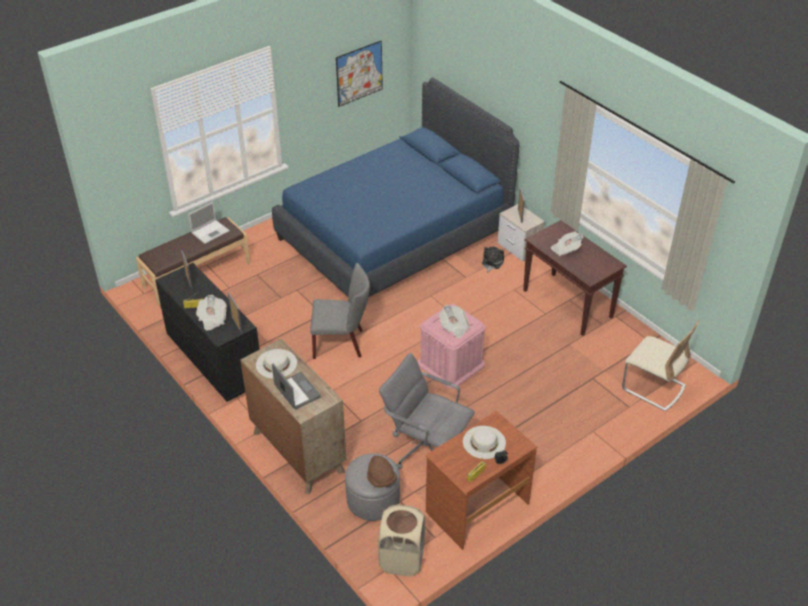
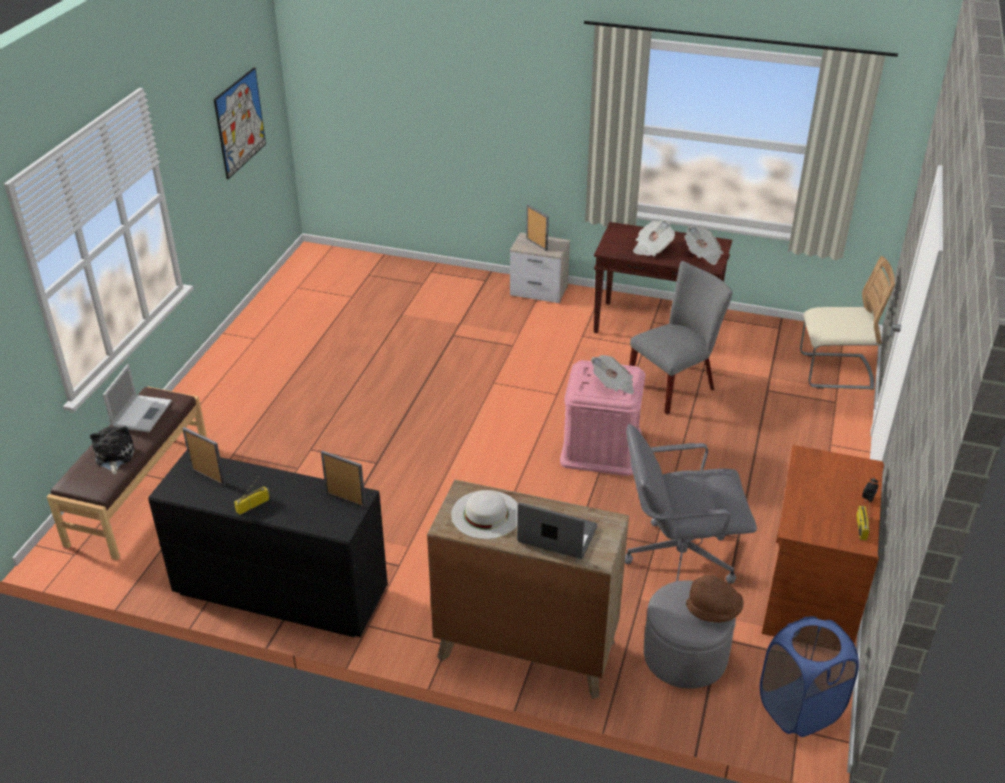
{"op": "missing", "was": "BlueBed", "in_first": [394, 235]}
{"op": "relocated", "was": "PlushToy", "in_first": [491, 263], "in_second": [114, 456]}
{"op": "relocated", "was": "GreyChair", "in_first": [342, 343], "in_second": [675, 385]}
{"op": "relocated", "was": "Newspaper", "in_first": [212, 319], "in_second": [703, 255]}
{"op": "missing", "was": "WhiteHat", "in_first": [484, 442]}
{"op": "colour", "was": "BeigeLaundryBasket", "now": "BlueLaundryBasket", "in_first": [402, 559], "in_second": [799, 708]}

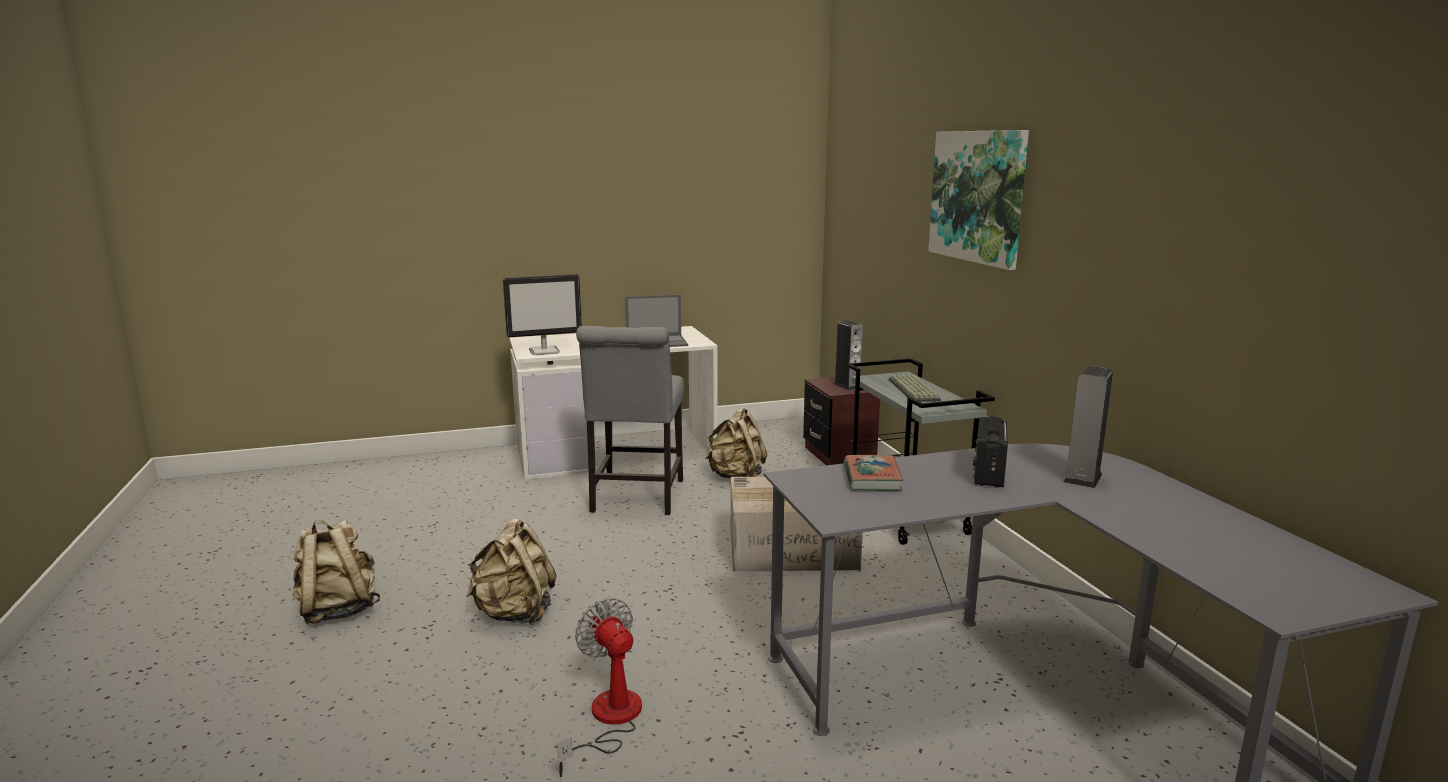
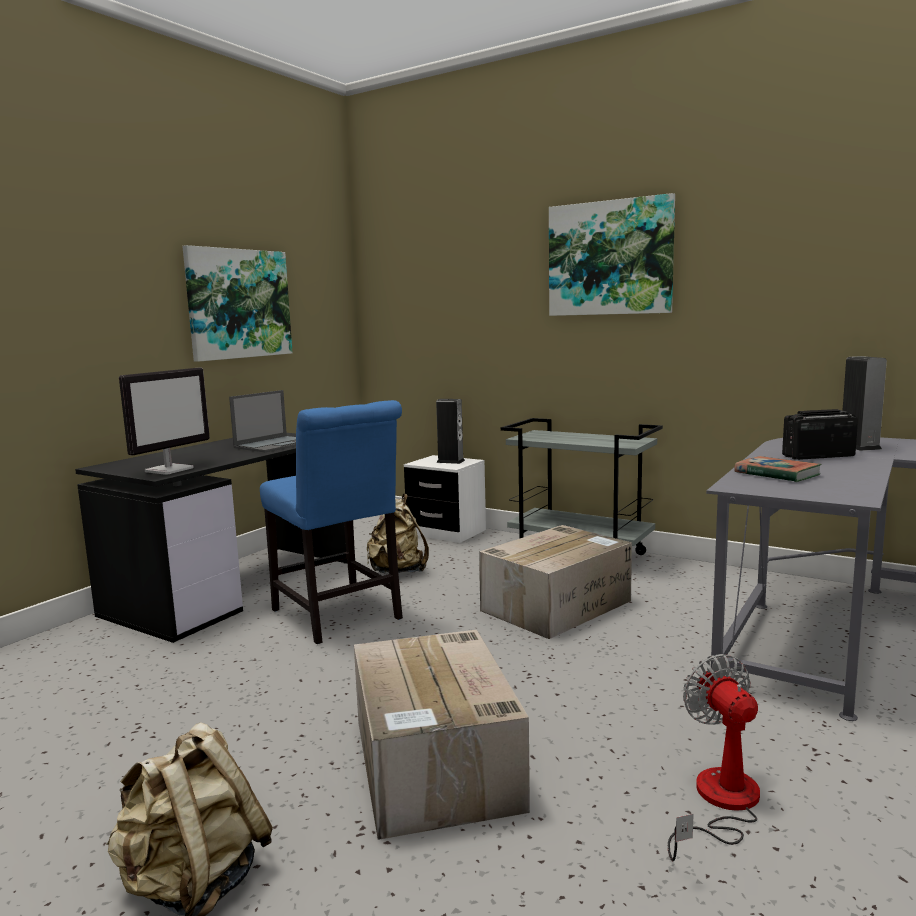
{"op": "colour", "was": "WhiteDesk", "now": "BlackDesk", "in_first": [616, 452], "in_second": [233, 586]}
{"op": "colour", "was": "GreyChair", "now": "BlueChair", "in_first": [636, 498], "in_second": [339, 617]}
{"op": "missing", "was": "Keyboard", "in_first": [915, 390]}
{"op": "colour", "was": "BrownNightstand", "now": "WhiteNightstand", "in_first": [839, 455], "in_second": [446, 532]}
{"op": "spun", "was": "Radio", "in_first": [988, 474], "in_second": [817, 456], "clockwise": 105}
{"op": "exchanged", "was": "BeigeBackpack", "now": "CardboardBox", "in_first": [515, 614], "in_second": [436, 765]}
{"op": "spun", "was": "Fan", "in_first": [608, 720], "in_second": [719, 803], "clockwise": 60}
{"op": "appeared", "now": "Picture", "in_second": [239, 304]}

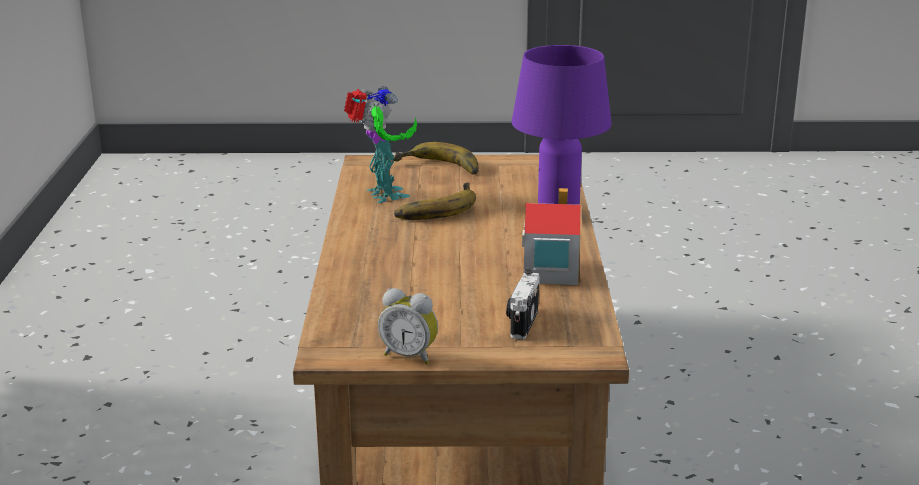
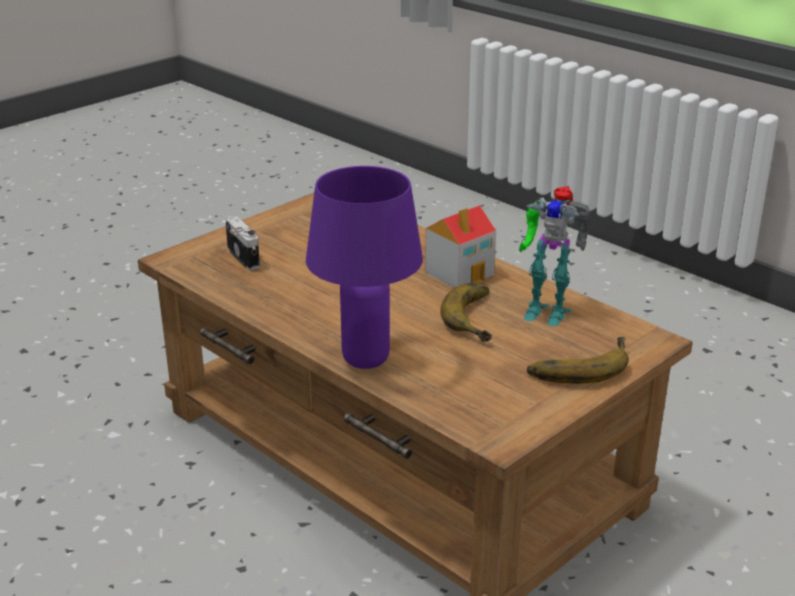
{"op": "relocated", "was": "ToyHouse", "in_first": [550, 272], "in_second": [460, 273]}
{"op": "missing", "was": "AlarmClock", "in_first": [410, 356]}

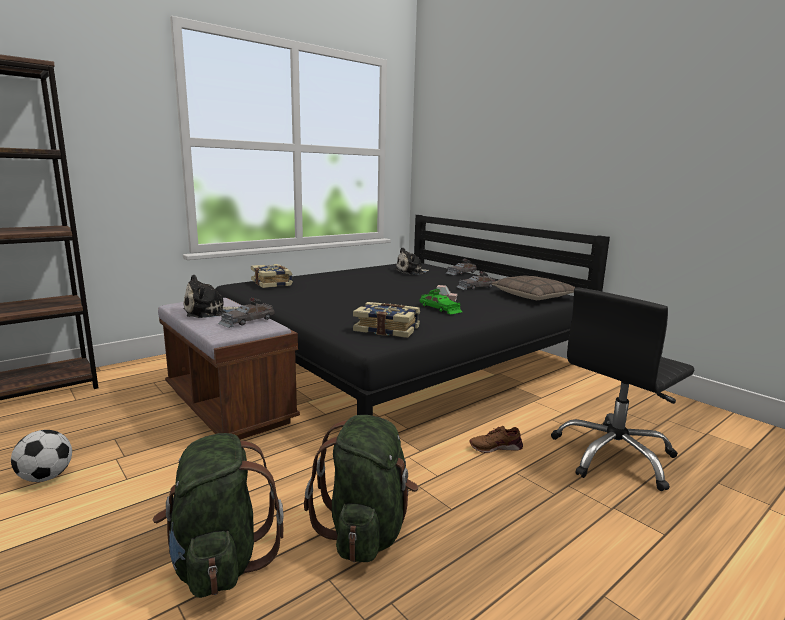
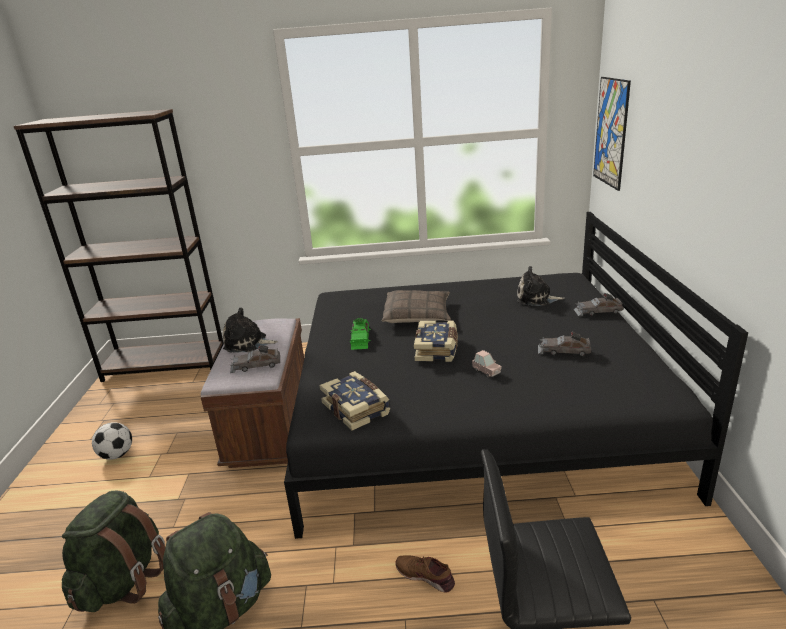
{"op": "relocated", "was": "Book", "in_first": [272, 283], "in_second": [437, 349]}
{"op": "relocated", "was": "Pillow", "in_first": [535, 296], "in_second": [417, 315]}
{"op": "relocated", "was": "GreenToyCar", "in_first": [440, 309], "in_second": [360, 338]}
{"op": "appeared", "now": "Picture", "in_second": [611, 132]}

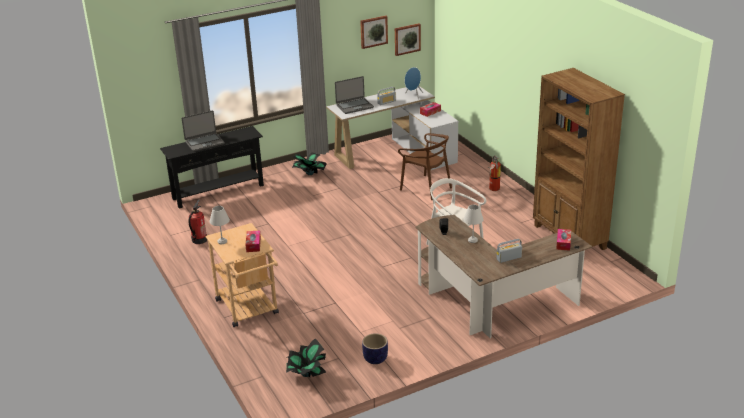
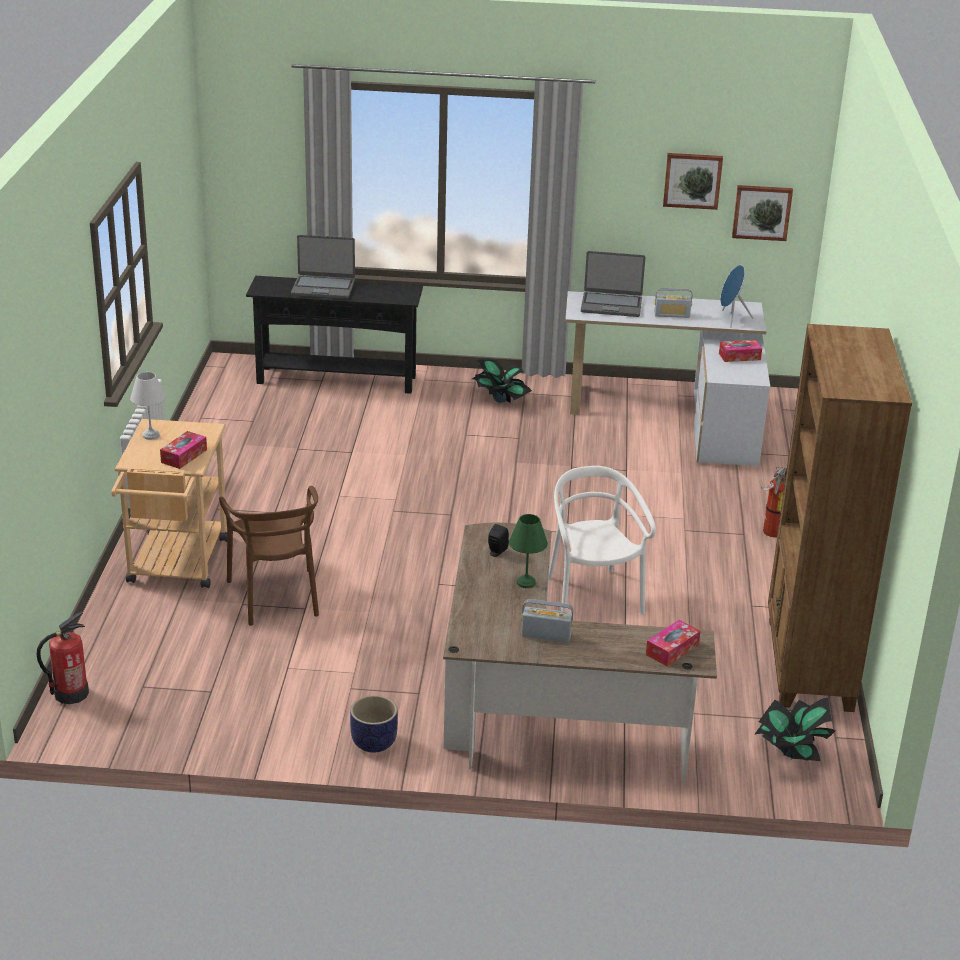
{"op": "relocated", "was": "BrownChair", "in_first": [426, 188], "in_second": [276, 596]}
{"op": "relocated", "was": "FireExtinguisher", "in_first": [199, 240], "in_second": [70, 694]}
{"op": "colour", "was": "WhiteTableLamp", "now": "GreenTableLamp", "in_first": [473, 240], "in_second": [526, 582]}
{"op": "relocated", "was": "Planter", "in_first": [375, 359], "in_second": [374, 743]}
{"op": "relocated", "was": "PottedPlant", "in_first": [306, 374], "in_second": [790, 753]}

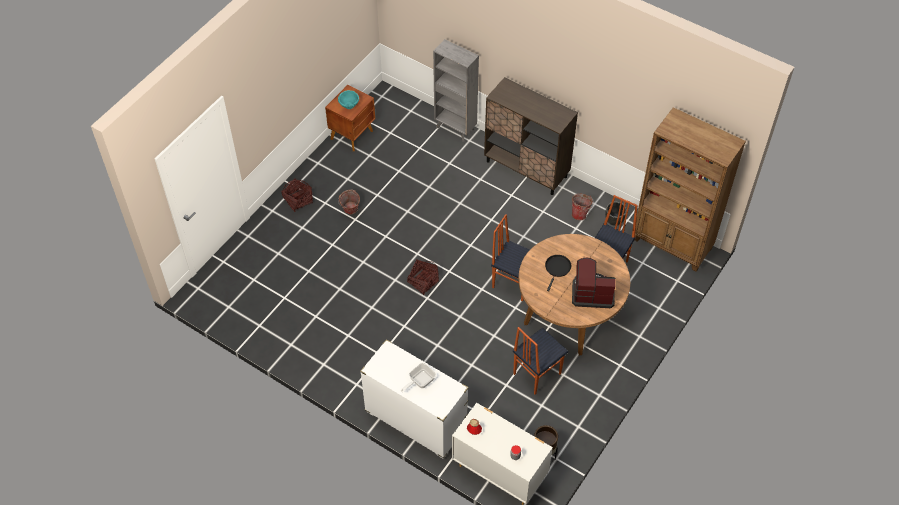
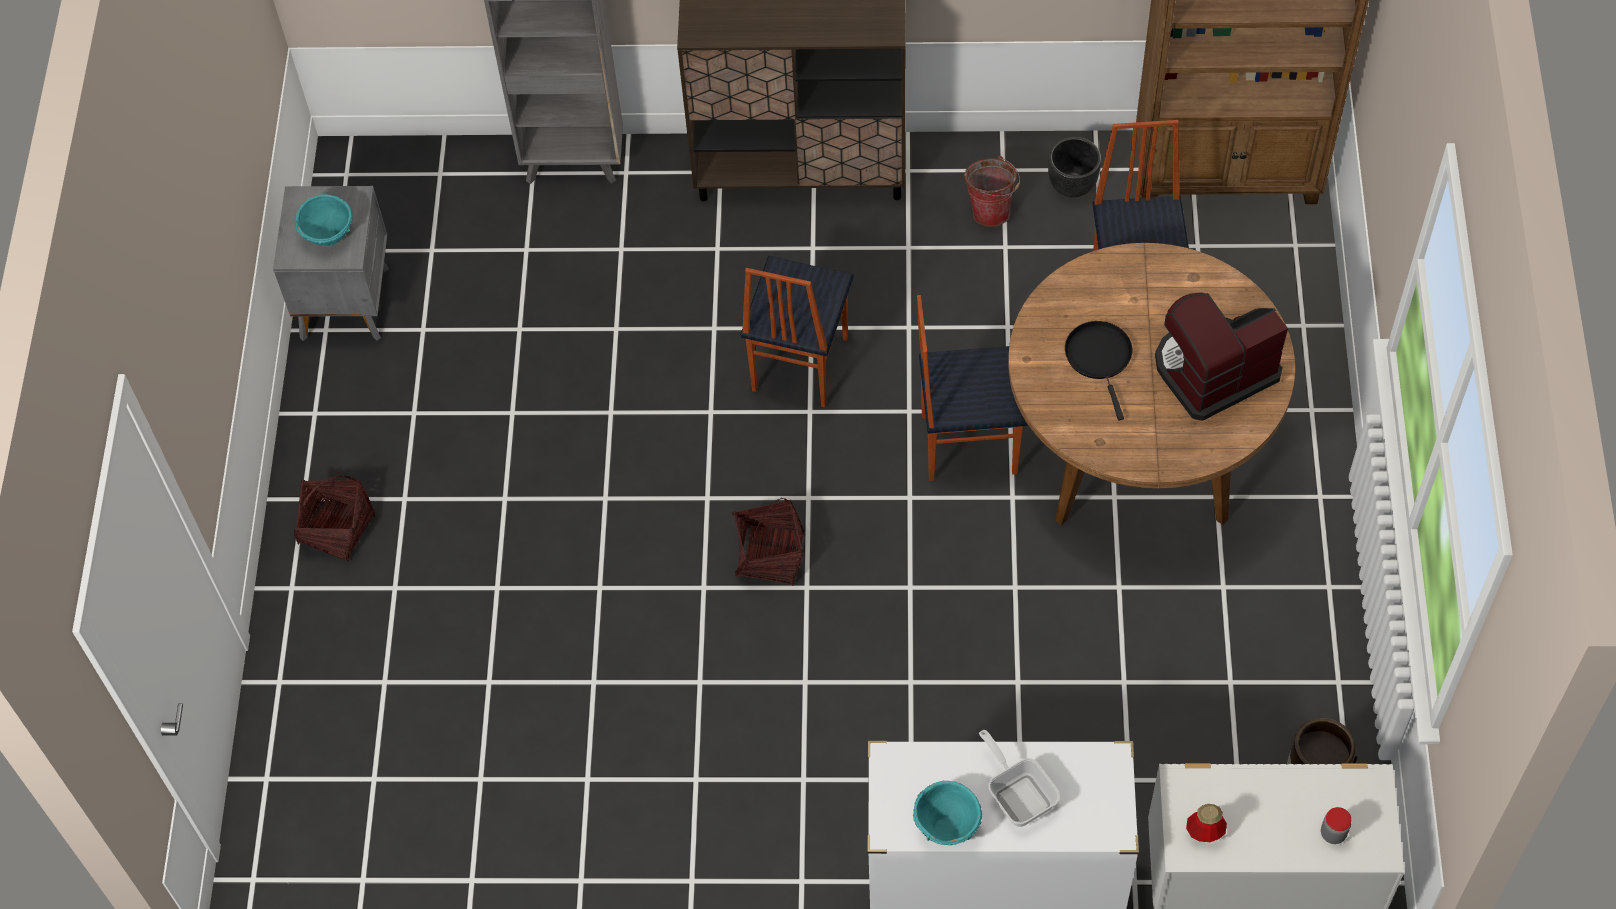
{"op": "colour", "was": "BrownNightstand", "now": "GreyNightstand", "in_first": [352, 135], "in_second": [347, 302]}
{"op": "missing", "was": "Bucket", "in_first": [350, 212]}
{"op": "relocated", "was": "Chair", "in_first": [536, 373], "in_second": [798, 364]}
{"op": "spun", "was": "FryingPan", "in_first": [419, 381], "in_second": [1018, 793], "clockwise": 135}
{"op": "appeared", "now": "TurquoiseBowl", "in_second": [946, 825]}

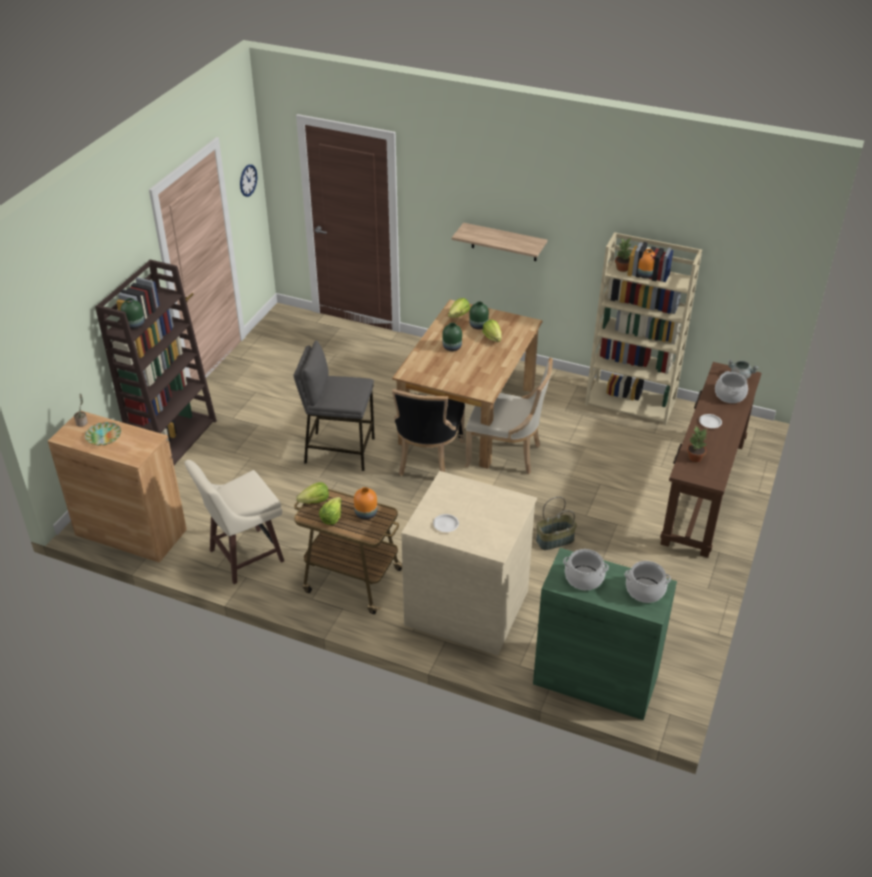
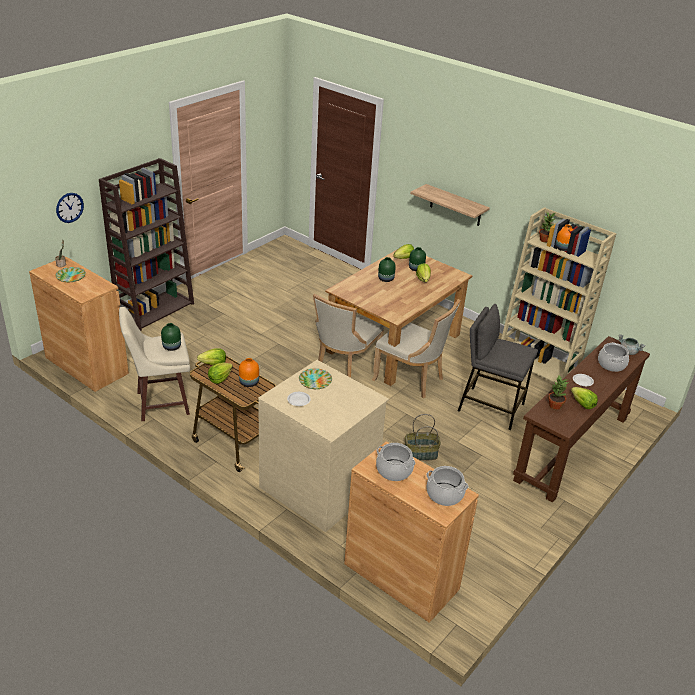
{"op": "relocated", "was": "WallClock", "in_first": [248, 180], "in_second": [69, 207]}
{"op": "relocated", "was": "GreenVase", "in_first": [134, 325], "in_second": [171, 347]}
{"op": "relocated", "was": "GreyStool", "in_first": [339, 450], "in_second": [490, 407]}
{"op": "colour", "was": "BlackChair", "now": "BeigeChair", "in_first": [428, 460], "in_second": [344, 368]}
{"op": "colour", "was": "GreenCabinet", "now": "BrownCabinet", "in_first": [595, 680], "in_second": [401, 576]}
{"op": "appeared", "now": "Plate", "in_second": [315, 381]}
{"op": "appeared", "now": "Lettuce", "in_second": [582, 404]}

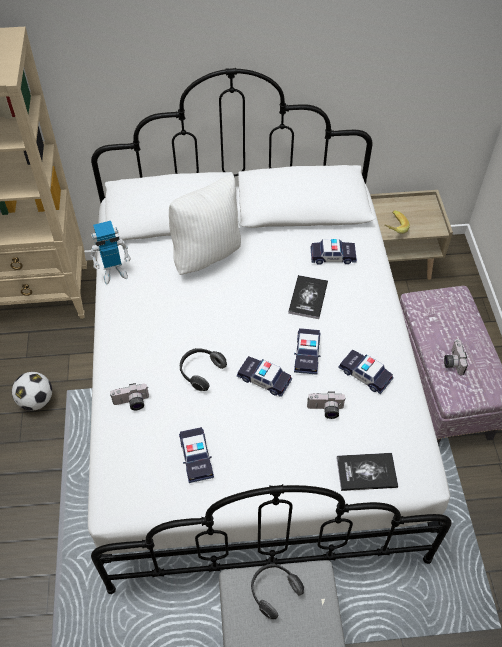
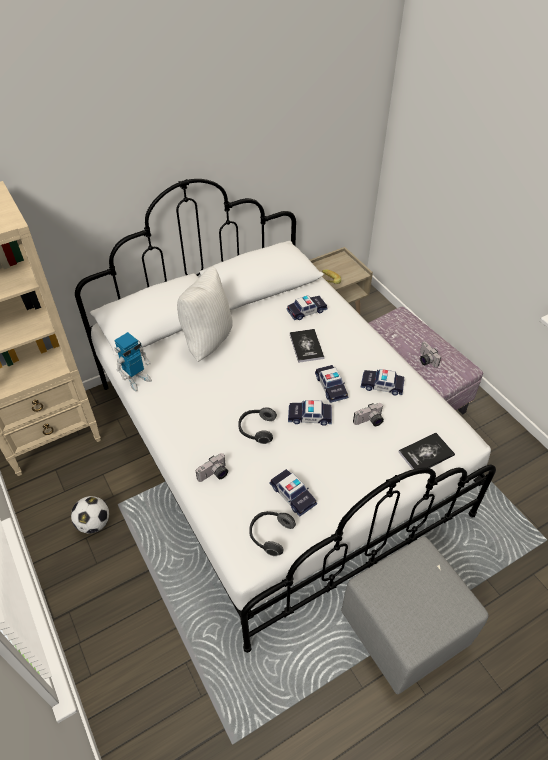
{"op": "relocated", "was": "Headphones", "in_first": [273, 591], "in_second": [270, 535]}

